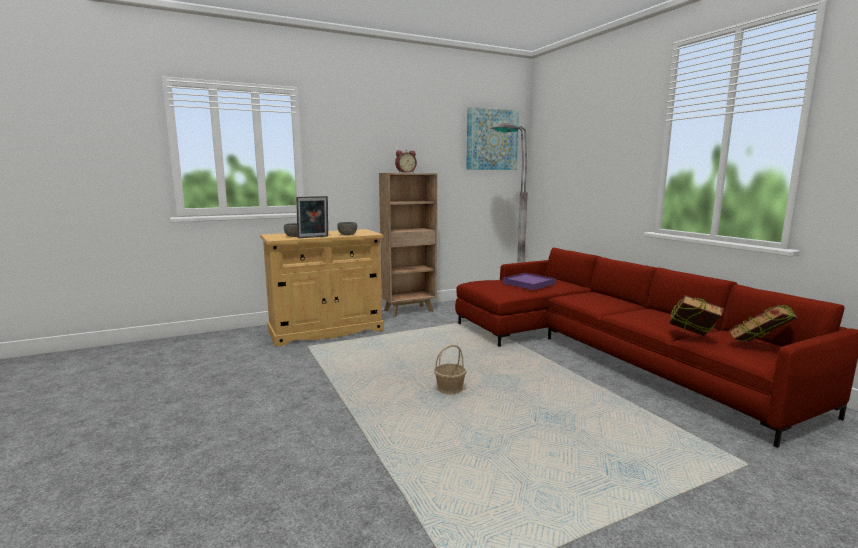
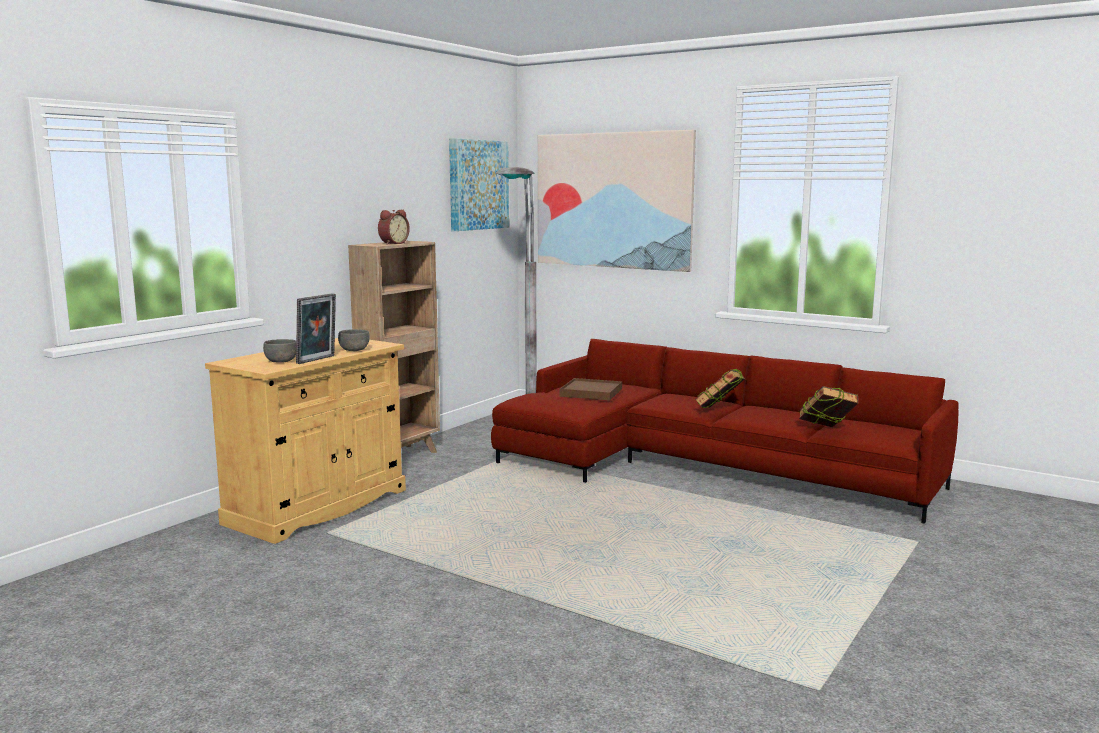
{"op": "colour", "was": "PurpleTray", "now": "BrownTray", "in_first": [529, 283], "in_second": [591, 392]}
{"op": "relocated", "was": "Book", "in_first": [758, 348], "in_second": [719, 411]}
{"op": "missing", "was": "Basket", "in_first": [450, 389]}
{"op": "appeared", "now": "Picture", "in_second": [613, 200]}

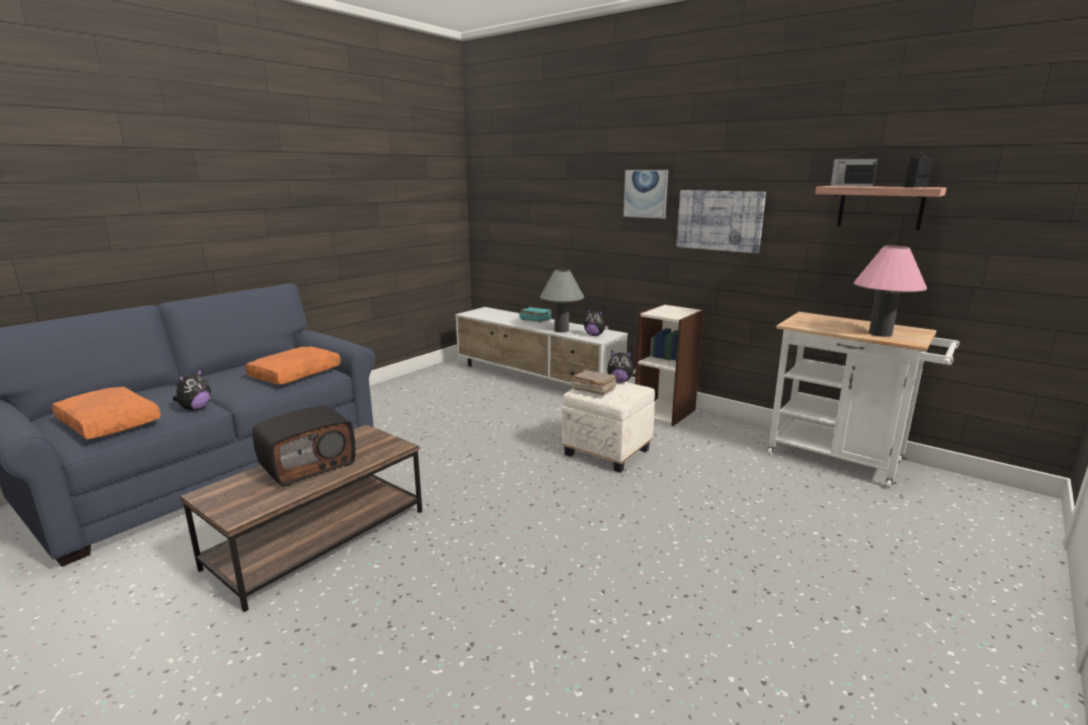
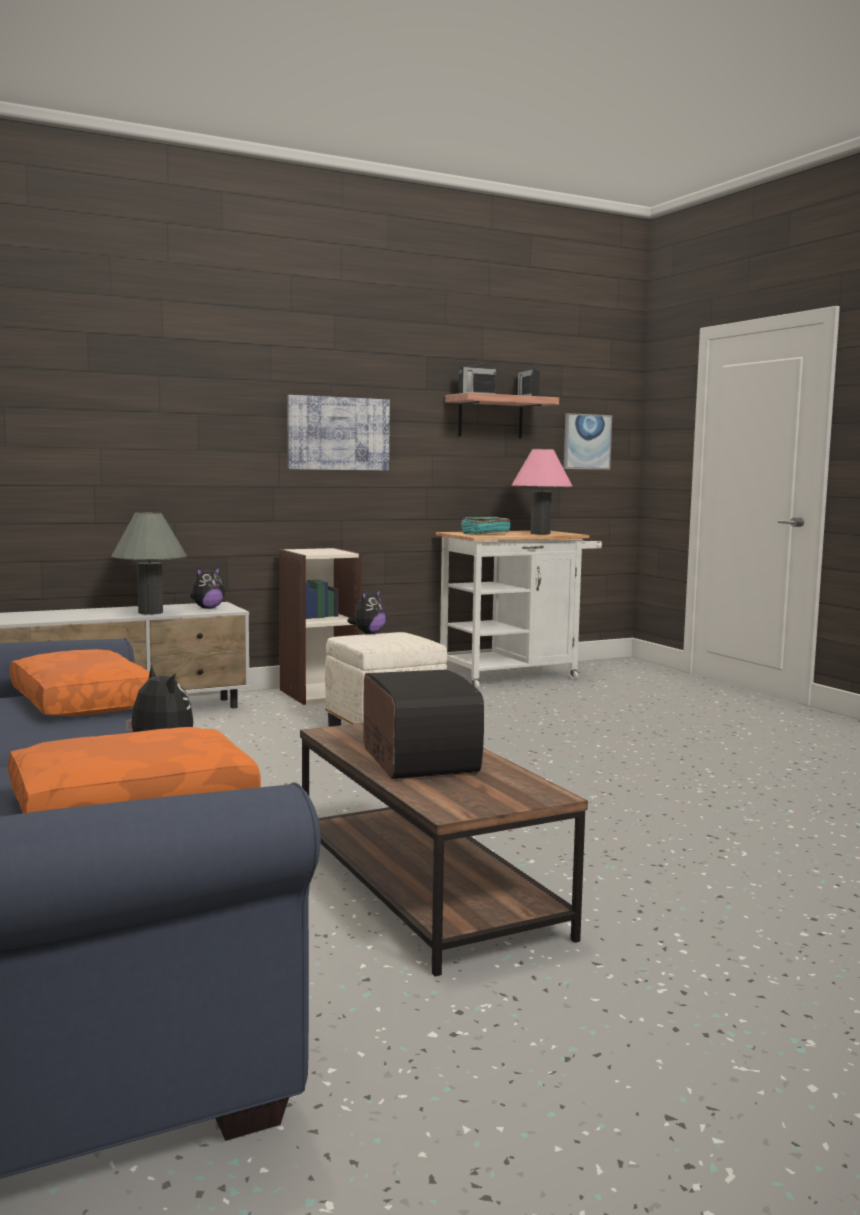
{"op": "relocated", "was": "Picture", "in_first": [645, 193], "in_second": [586, 441]}
{"op": "relocated", "was": "TurquoiseBook", "in_first": [535, 320], "in_second": [484, 534]}
{"op": "missing", "was": "BrownBook", "in_first": [593, 389]}

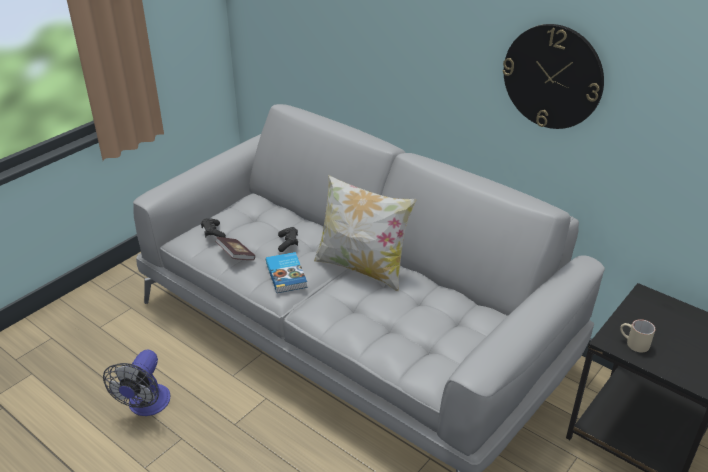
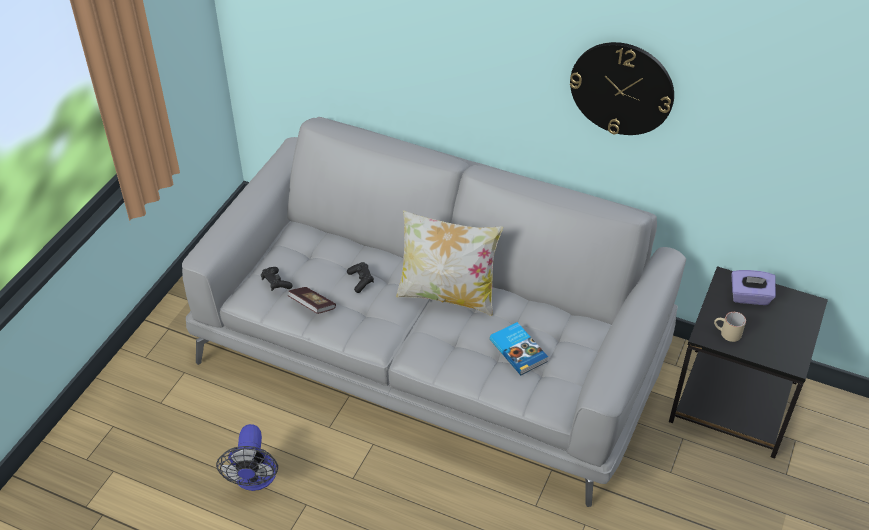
{"op": "relocated", "was": "Book", "in_first": [287, 274], "in_second": [519, 350]}
{"op": "appeared", "now": "PurpleTissueBox", "in_second": [749, 297]}

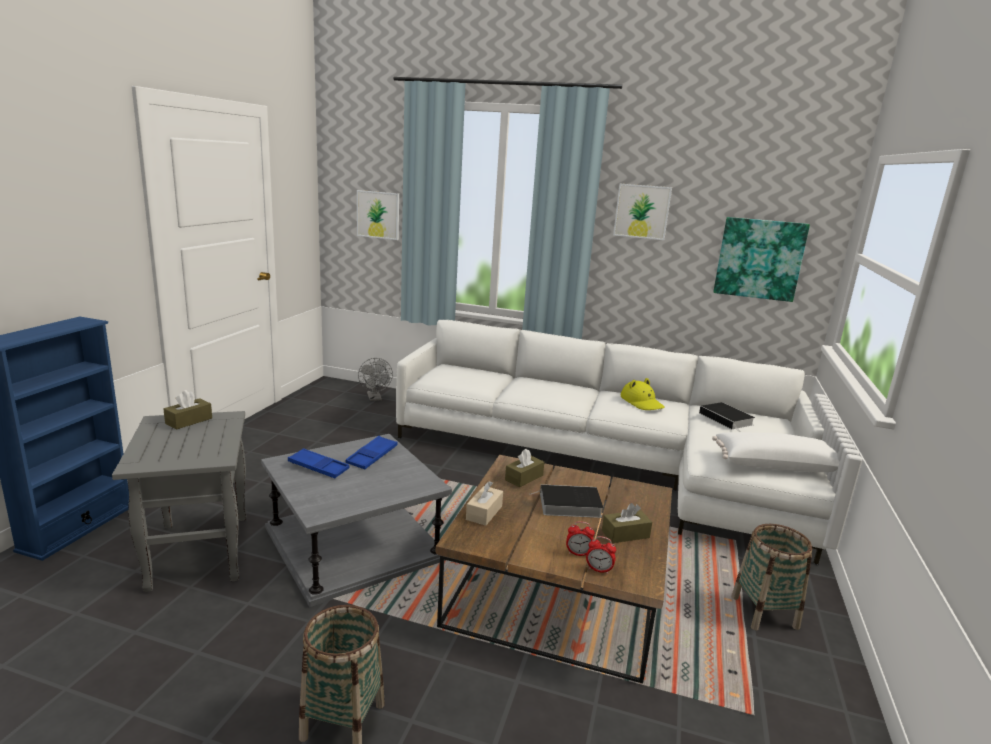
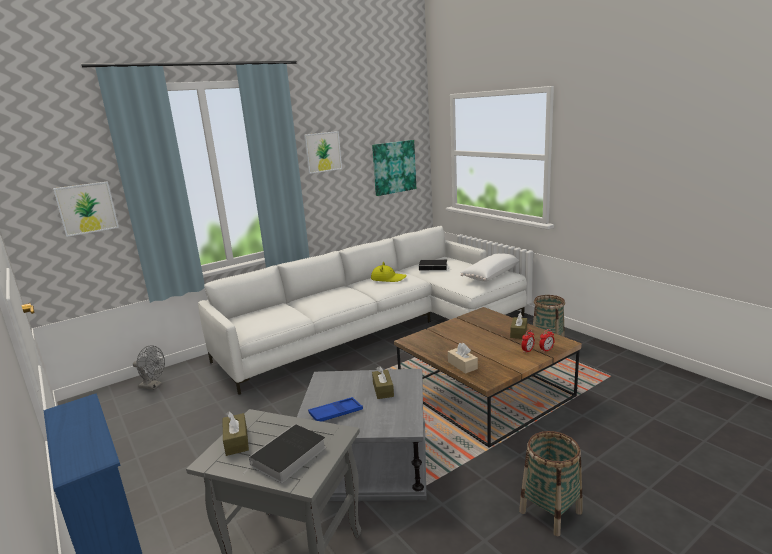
{"op": "missing", "was": "BlueTray", "in_first": [372, 456]}
{"op": "relocated", "was": "BrownTissueBox", "in_first": [524, 478], "in_second": [383, 390]}
{"op": "relocated", "was": "Book", "in_first": [568, 505], "in_second": [288, 458]}

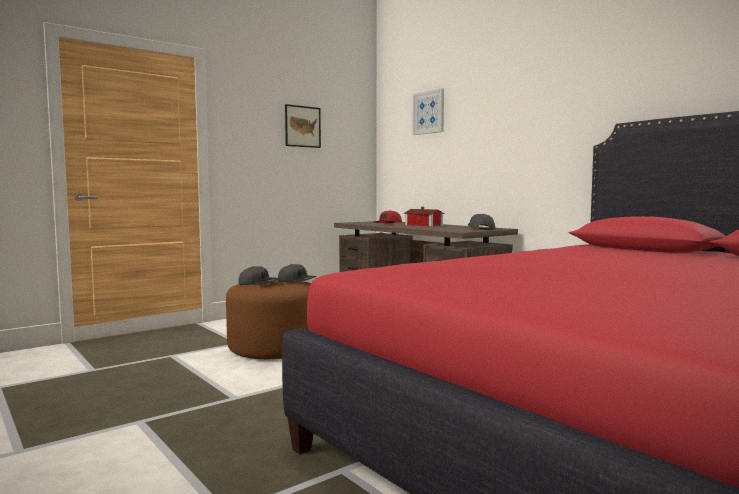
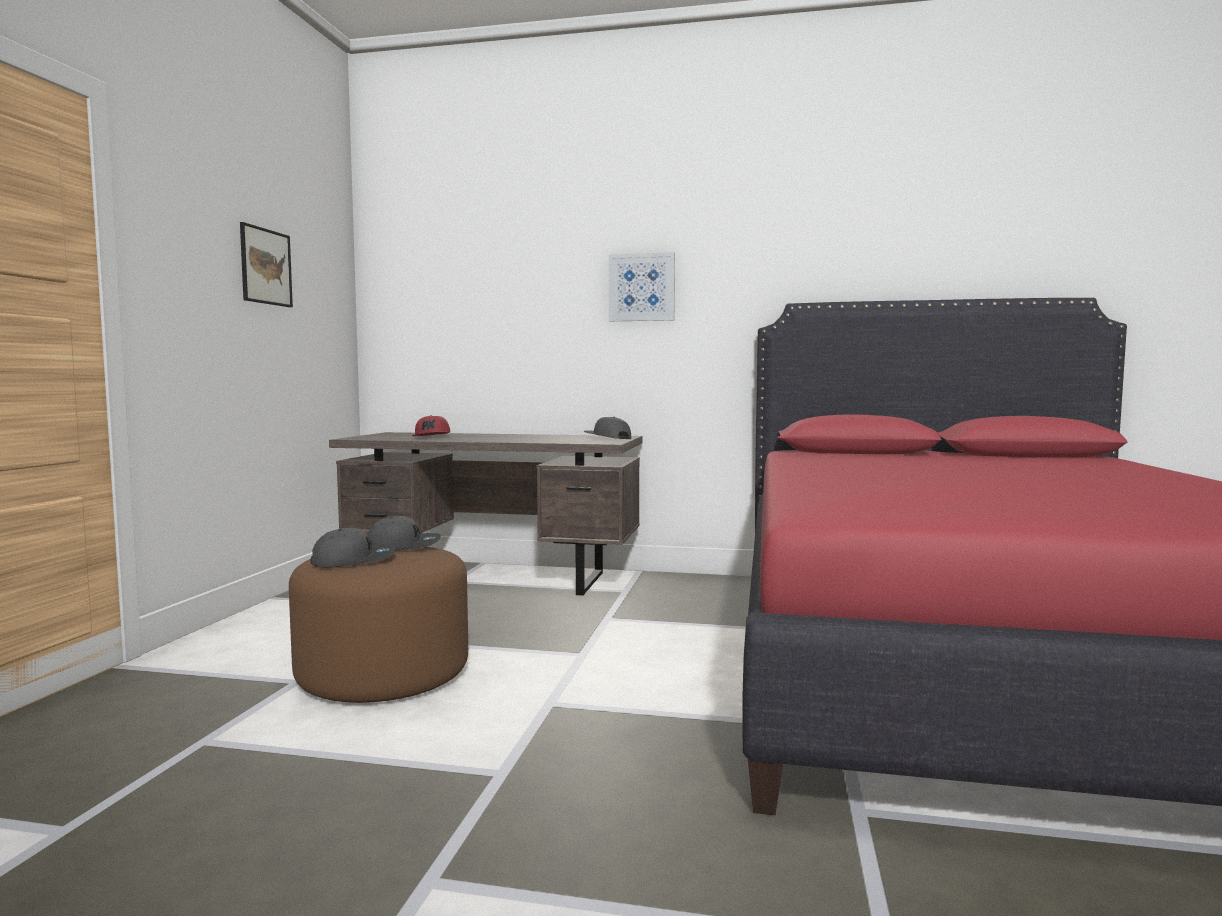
{"op": "relocated", "was": "Picture", "in_first": [428, 112], "in_second": [641, 287]}
{"op": "missing", "was": "ToyHouse", "in_first": [424, 225]}

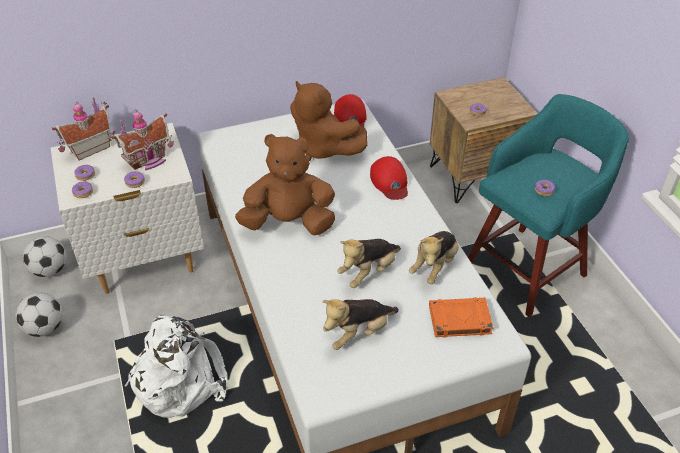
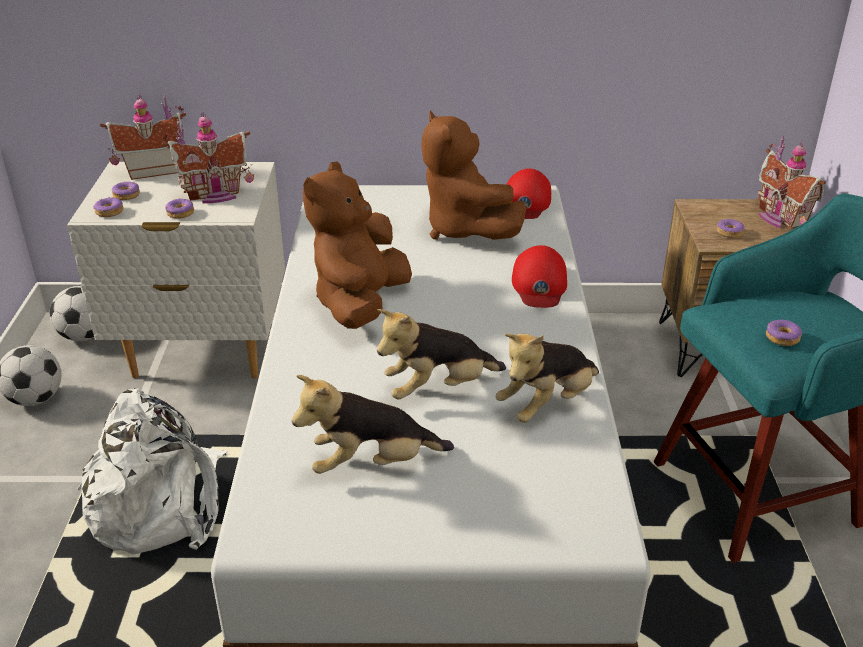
{"op": "spun", "was": "BrownPlushToy", "in_first": [289, 223], "in_second": [360, 304], "clockwise": -90}
{"op": "missing", "was": "OrangeBook", "in_first": [459, 320]}
{"op": "appeared", "now": "ToyHouse", "in_second": [779, 218]}

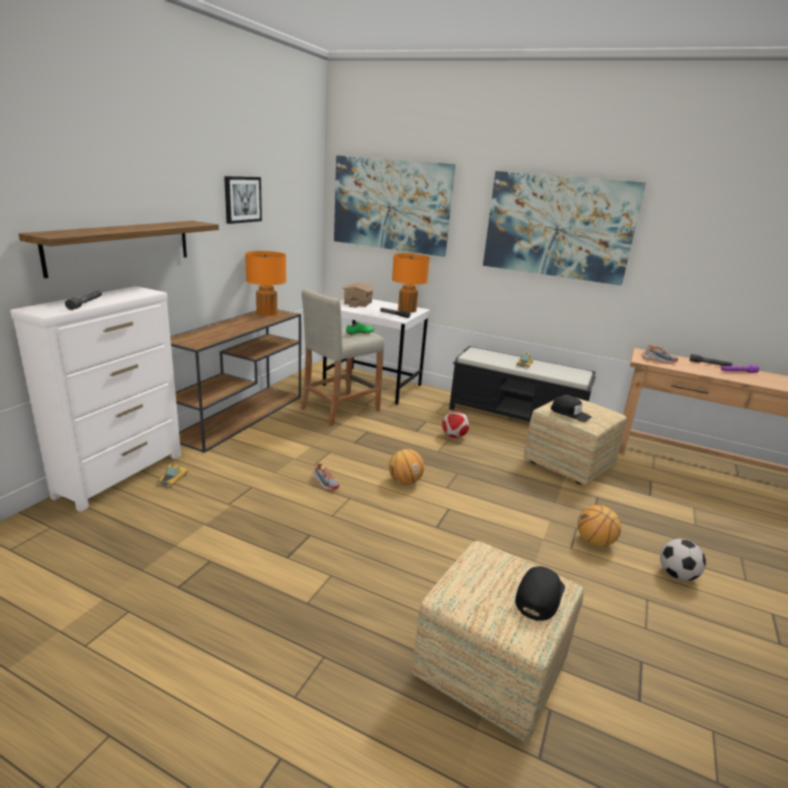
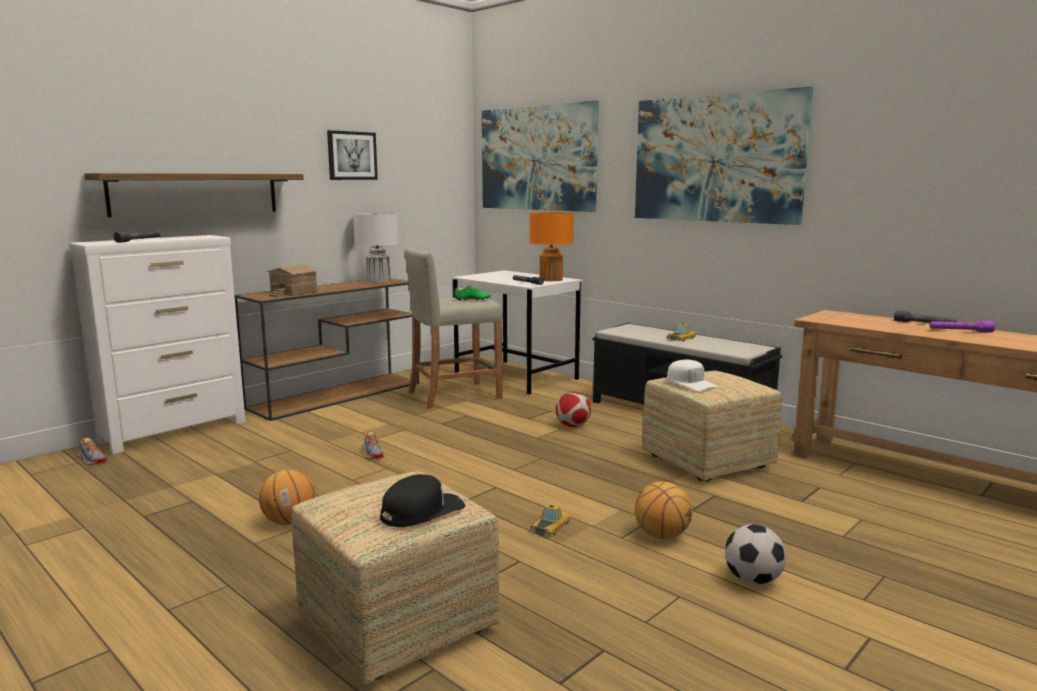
{"op": "colour", "was": "OrangeTableLamp", "now": "WhiteTableLamp", "in_first": [266, 313], "in_second": [378, 280]}
{"op": "relocated", "was": "ToyHouse", "in_first": [358, 303], "in_second": [294, 292]}
{"op": "relocated", "was": "Shoe", "in_first": [658, 360], "in_second": [92, 459]}
{"op": "colour", "was": "BlackCap", "now": "WhiteCap", "in_first": [570, 413], "in_second": [690, 383]}
{"op": "relocated", "was": "Basketball", "in_first": [404, 482], "in_second": [289, 521]}
{"op": "relocated", "was": "ToyCar", "in_first": [173, 478], "in_second": [551, 526]}

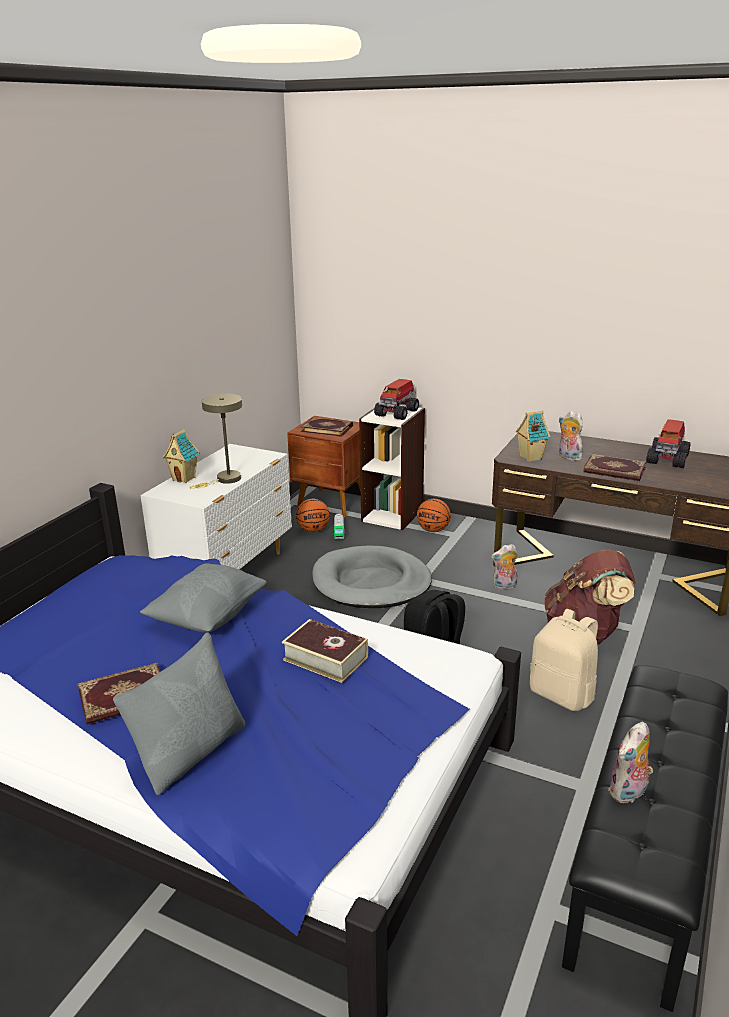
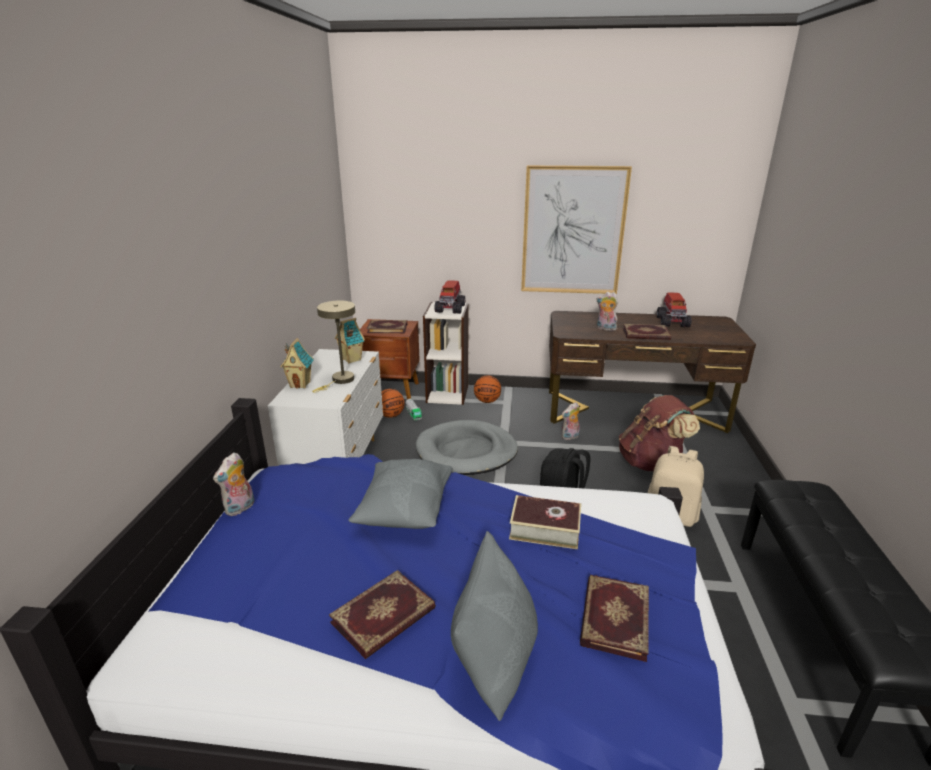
{"op": "relocated", "was": "ToyHouse", "in_first": [530, 458], "in_second": [351, 359]}
{"op": "relocated", "was": "PlushToy", "in_first": [628, 793], "in_second": [240, 508]}
{"op": "appeared", "now": "Picture", "in_second": [573, 231]}
{"op": "appeared", "now": "Book", "in_second": [613, 618]}

